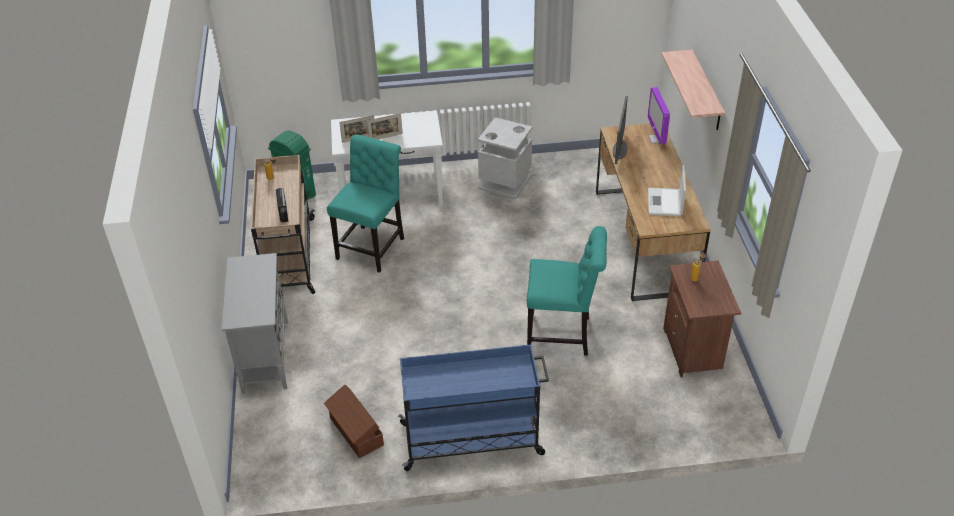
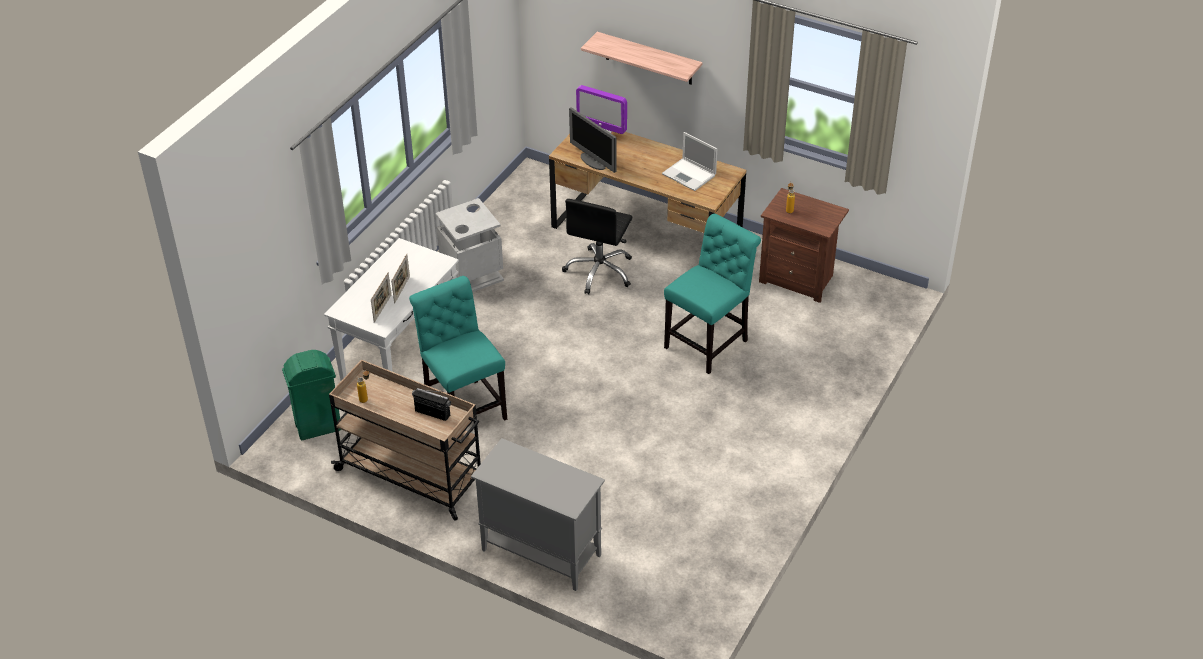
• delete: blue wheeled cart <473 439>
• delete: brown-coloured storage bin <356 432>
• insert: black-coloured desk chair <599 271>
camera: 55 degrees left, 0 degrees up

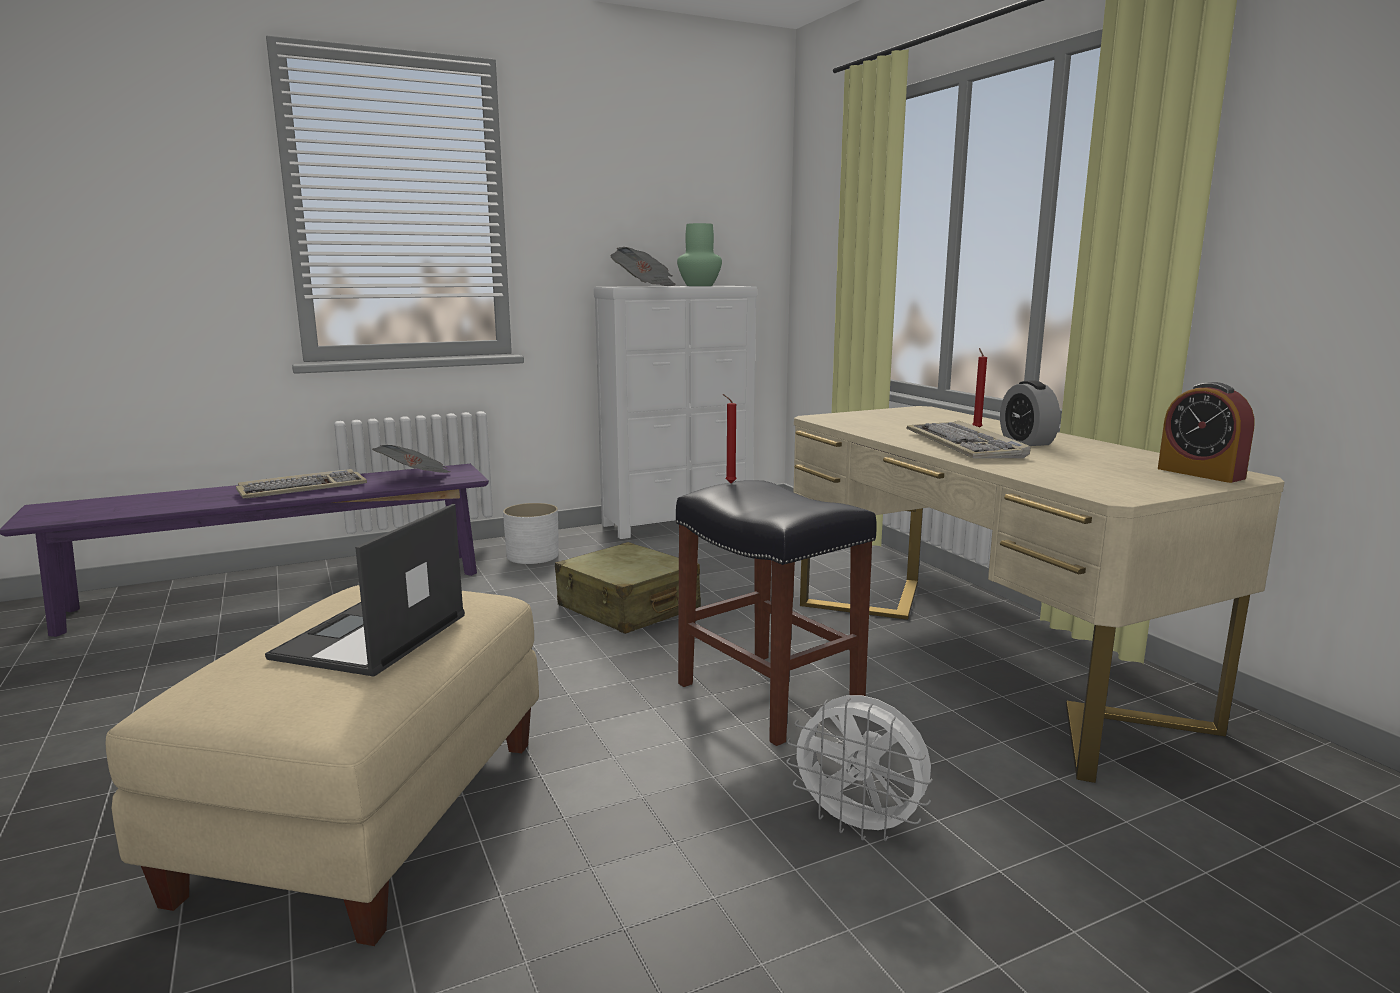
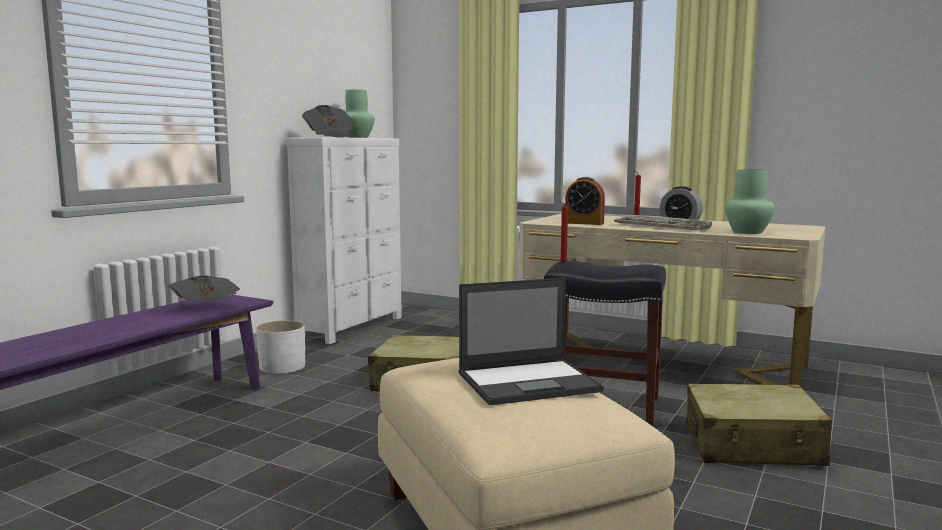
• move: bedside clock <1200 473> to <584 223>
• delete: keyboard <303 488>
• rotate: notebook computer <370 637> = <530 382> 90 degrees counterclockwise
• replace: white-coloured fan <859 826> to beige-coloured piece of luggage <752 445>
• insert: green-coloured flower vase <747 232>
camera: 35 degrees left, 5 degrees down

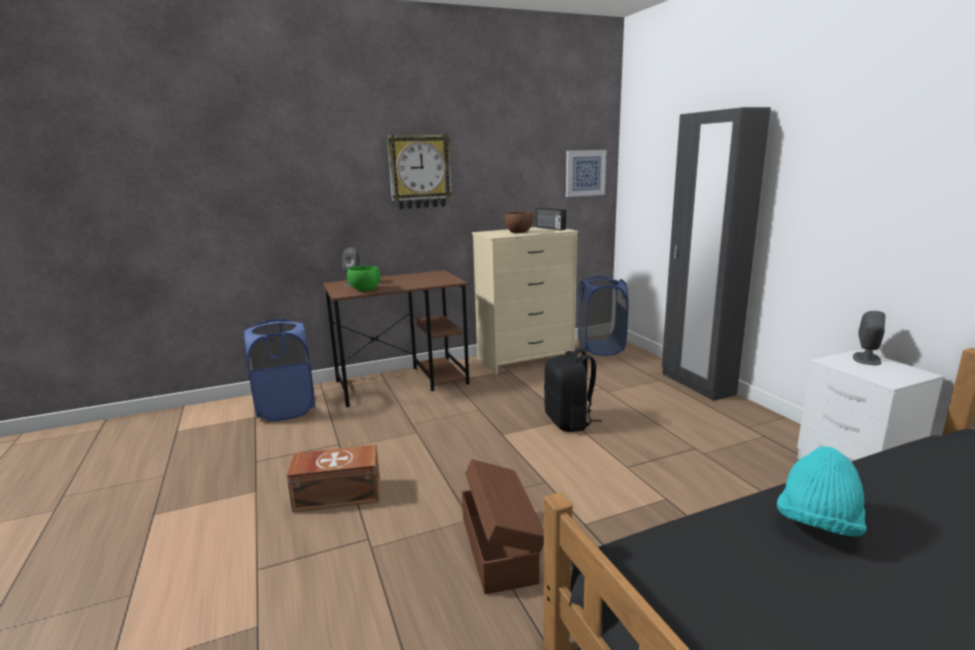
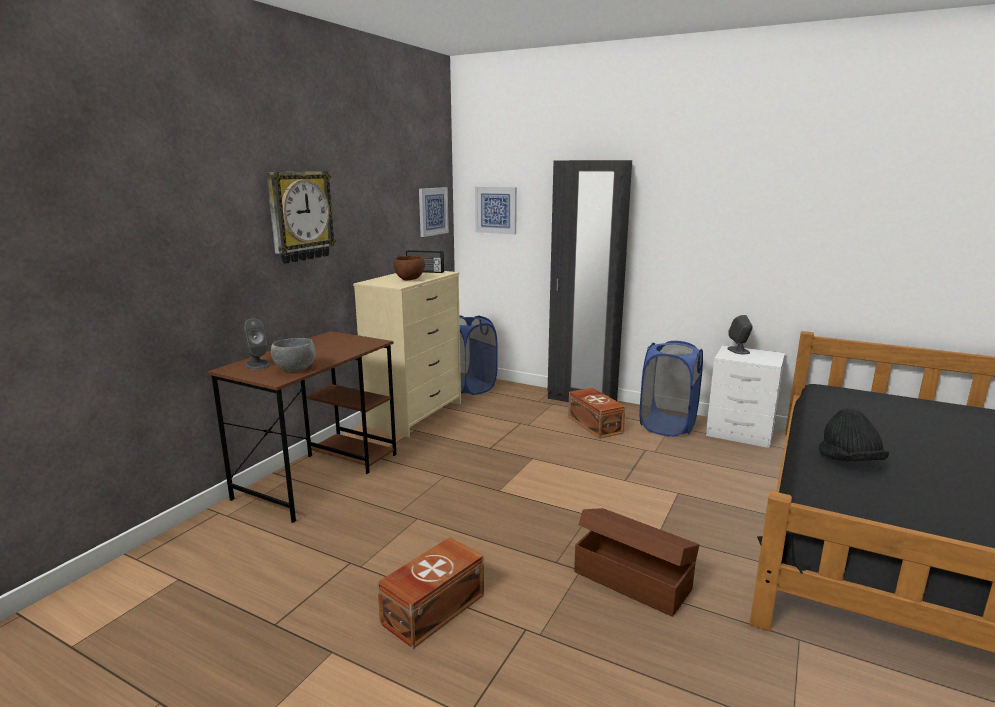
• recolor: green-coloured serving bowl <365 290> to gray serving bowl <295 370>
• move: blue laundry basket <286 409> to <667 425>
• delete: black-coloured rucksack <569 422>
• recolor: turquoise-coloured clothing hat <817 524> to black-coloured clothing hat <849 461>
• insert: wall art <496 210>
• insert: brown-coloured storage bin <595 424>
camera: 40 degrees left, 0 degrees up

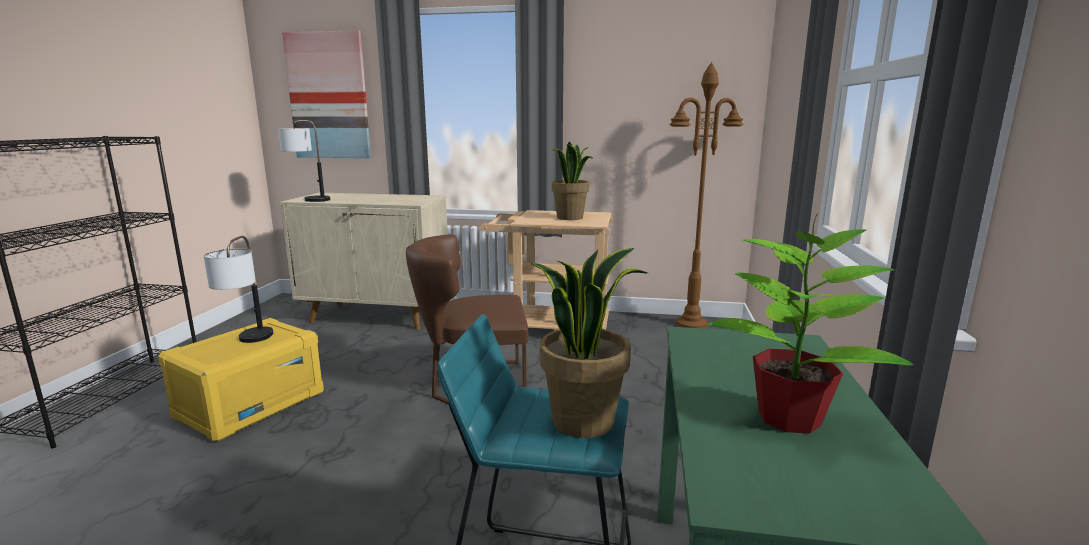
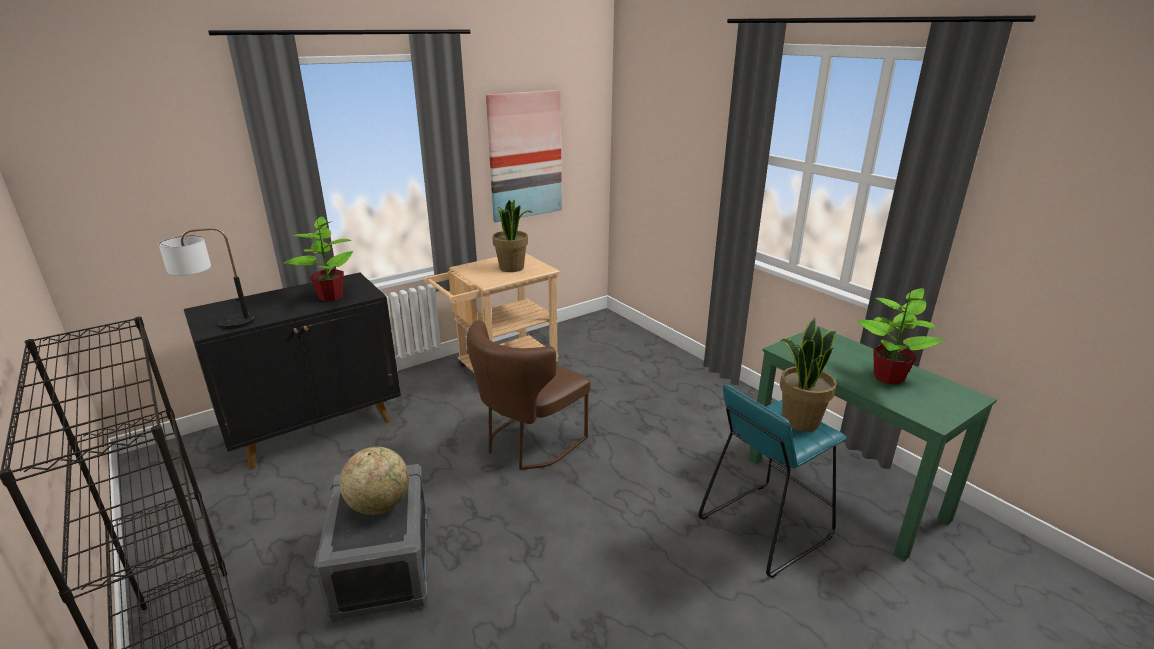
• move: wall art <329 96> to <525 156>
• delete: brown-coloured standard lamp <691 324>
• recolor: beige-coloured cupboard <377 316> to black-coloured cupboard <316 427>
• replace: table lamp <248 342> to world globe <379 505>
• recolor: yellowish storage bin <251 404> to gray storage bin <382 564>
• insert: plant in a pot <331 296>
camera: 45 degrees left, 10 degrees up

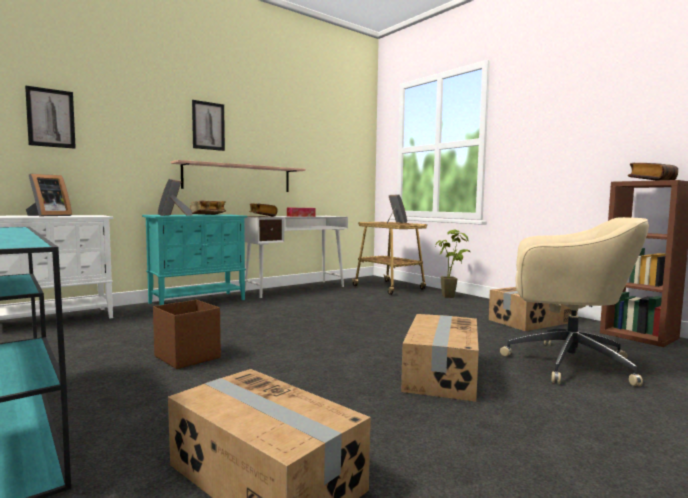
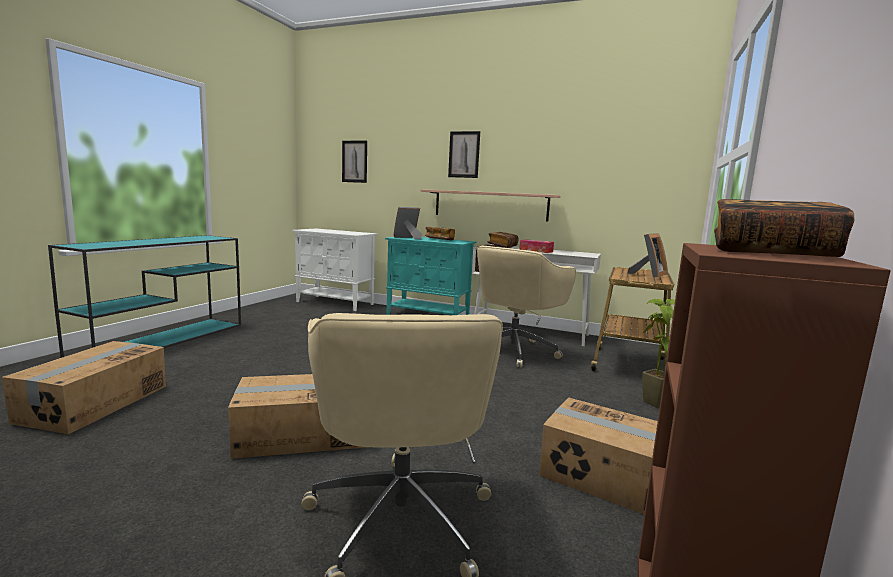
• delete: photo frame <48 215>
• delete: brown-coloured storage bin <187 357>
• insert: beige-coloured desk chair <514 350>
camera: 60 degrees right, 5 degrees up

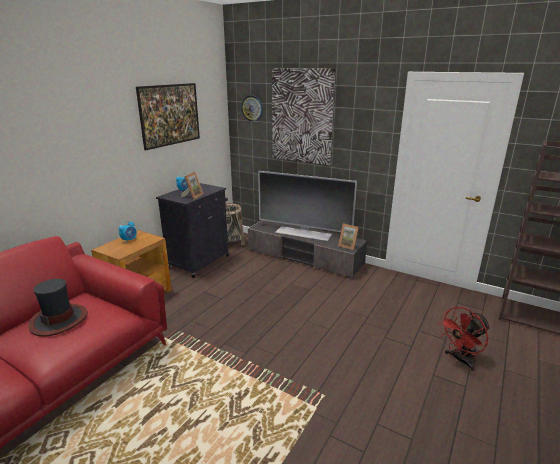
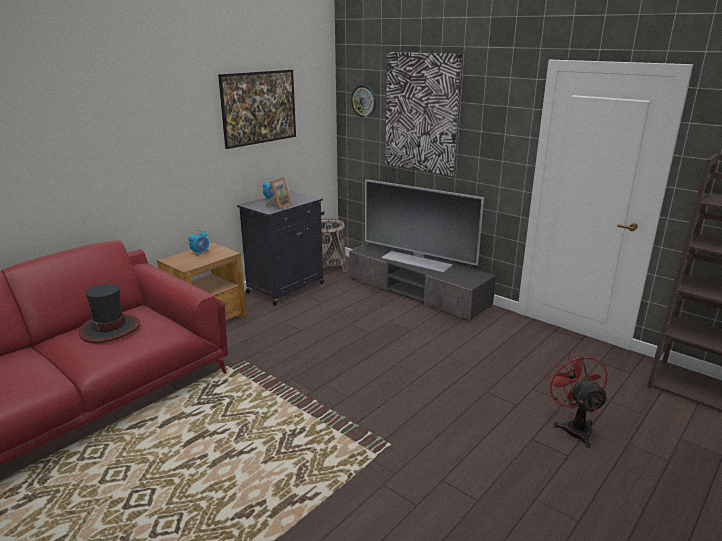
• delete: photo frame <348 246>
• rotate: red fan <460 360> = <574 427> 105 degrees clockwise
camera: 10 degrees right, 0 degrees up

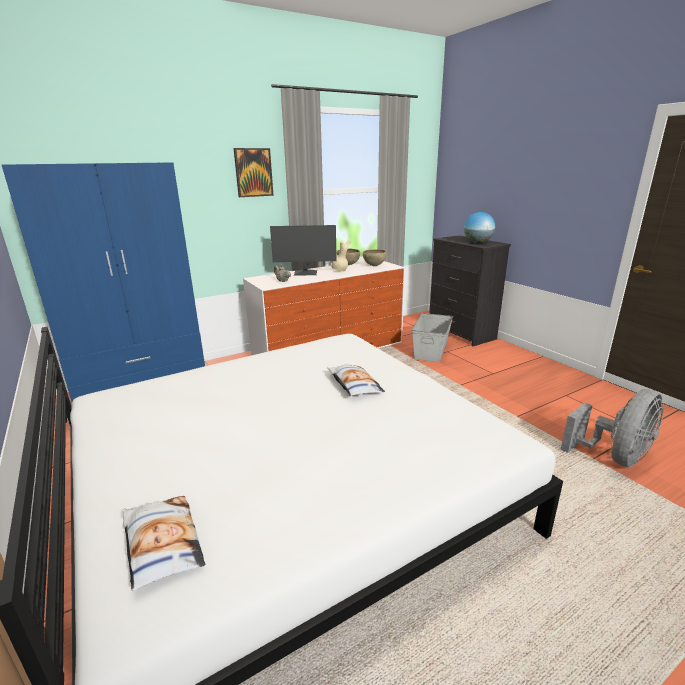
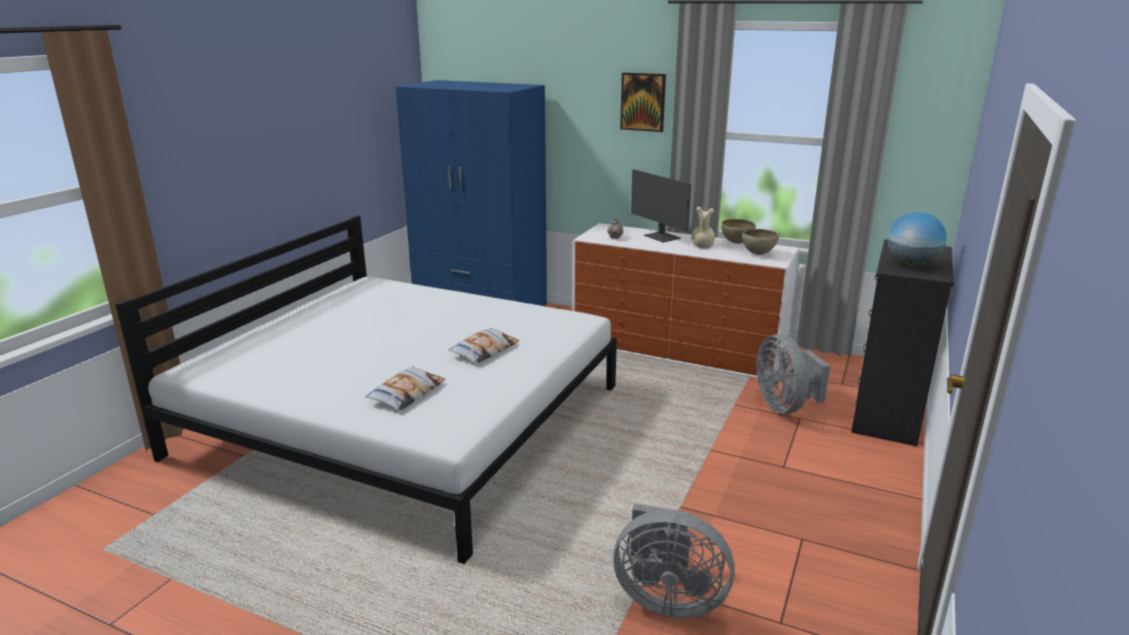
• replace: gray storage bin <431 350> to gray fan <784 406>
• move: throw pillow <161 544> to <406 393>
camera: 55 degrees right, 0 degrees up

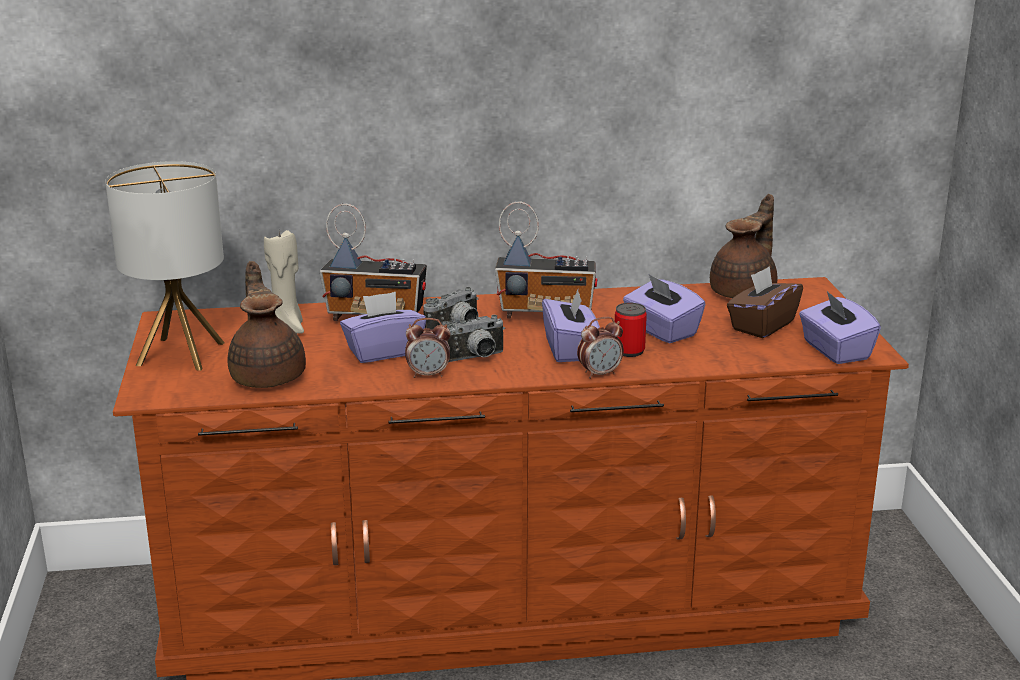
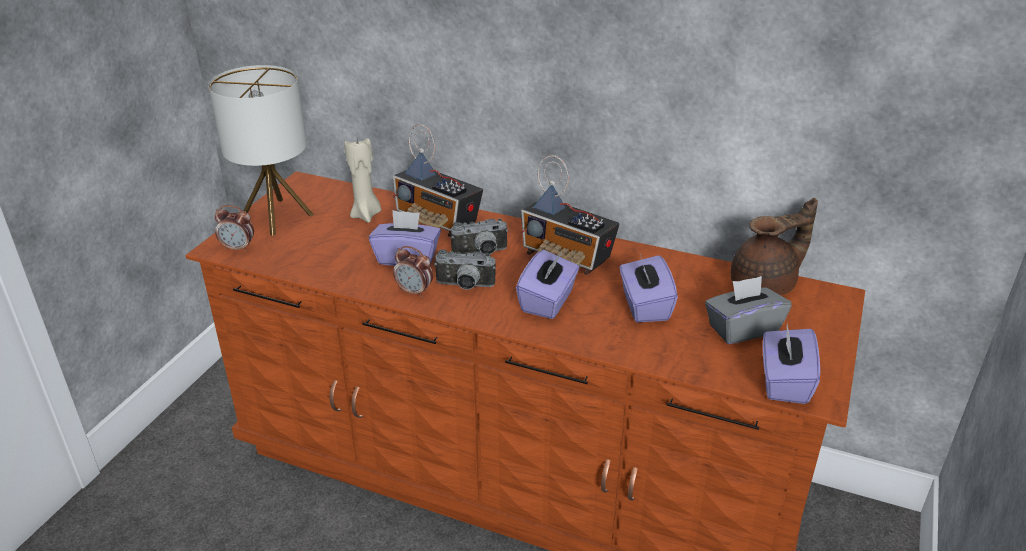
• delete: brown-coloured teapot <268 375>
• recolor: brown-coloured tissue holder <762 325> to gray tissue holder <742 329>
• delete: sealed can <629 351>
• move: bedside clock <600 374> to <238 248>
camera: 30 degrees right, 10 degrees up

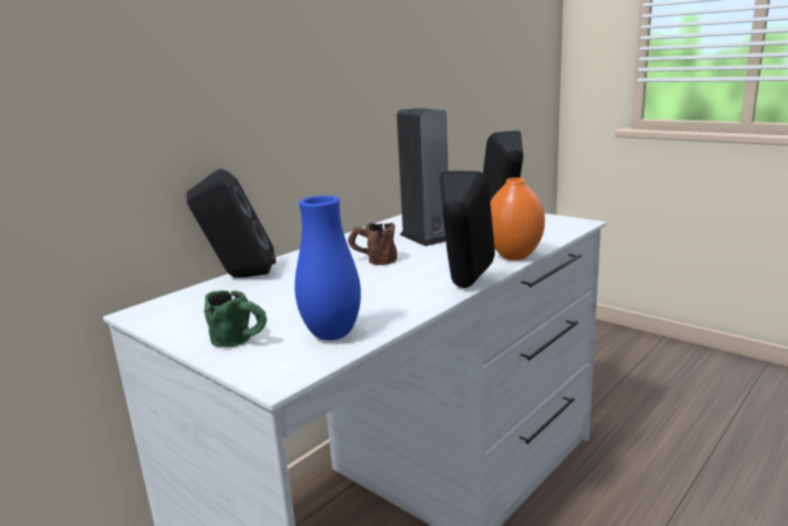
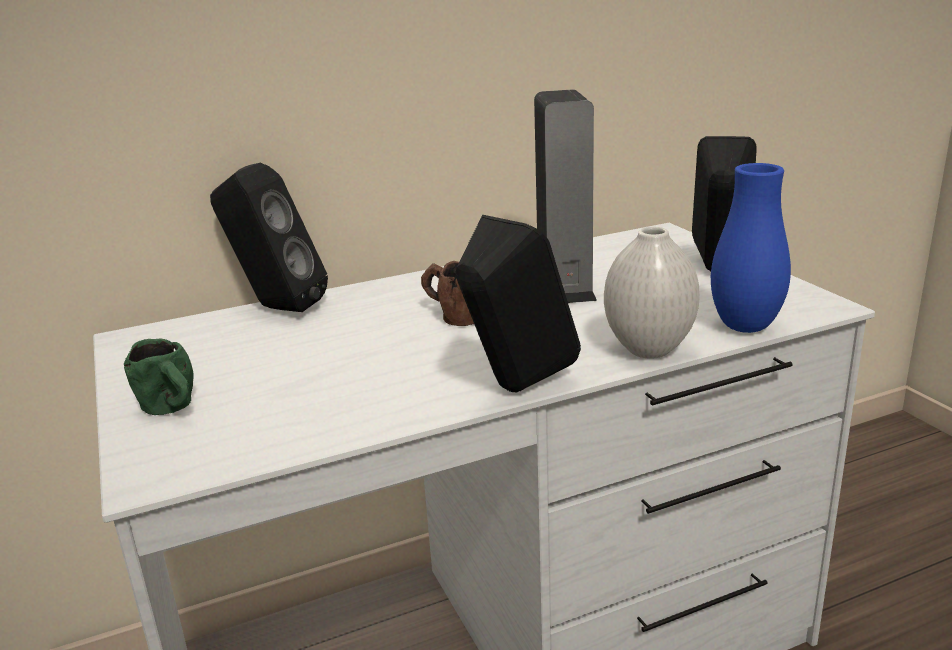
• recolor: orangey flower vase <515 256> to white-coloured flower vase <650 350>
• move: blue flower vase <332 335> to <745 327>
camera: 25 degrees right, 5 degrees up

